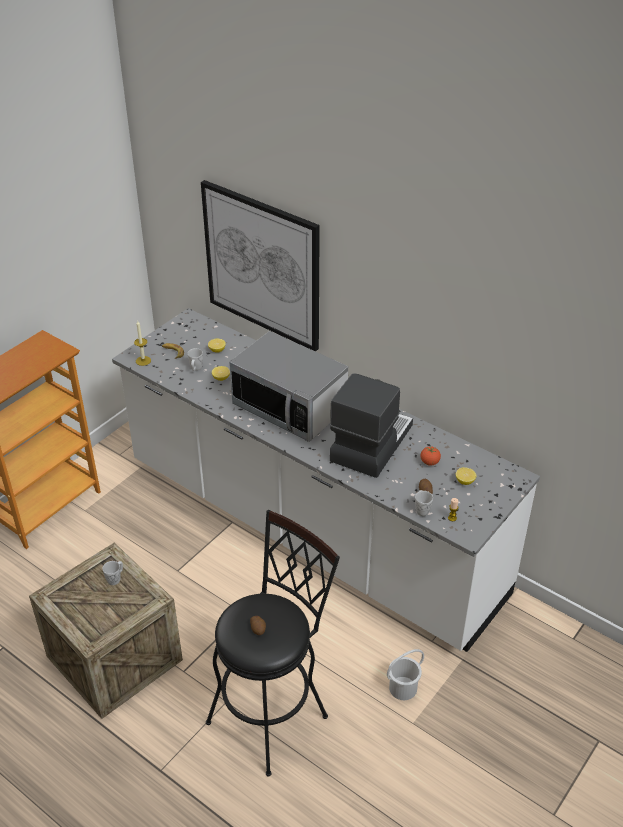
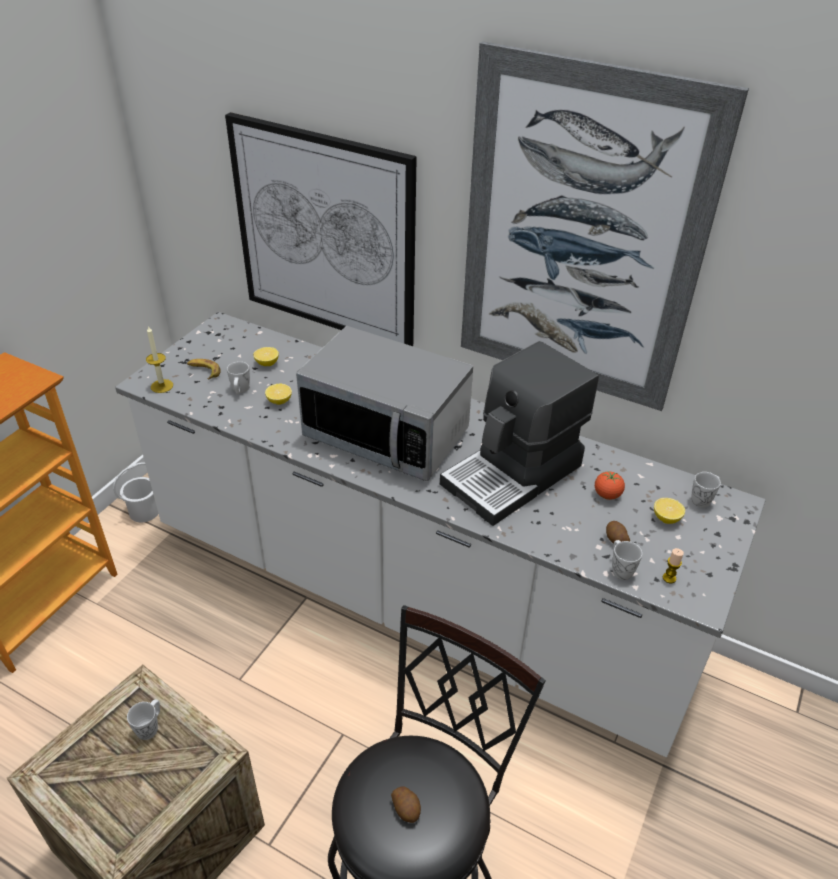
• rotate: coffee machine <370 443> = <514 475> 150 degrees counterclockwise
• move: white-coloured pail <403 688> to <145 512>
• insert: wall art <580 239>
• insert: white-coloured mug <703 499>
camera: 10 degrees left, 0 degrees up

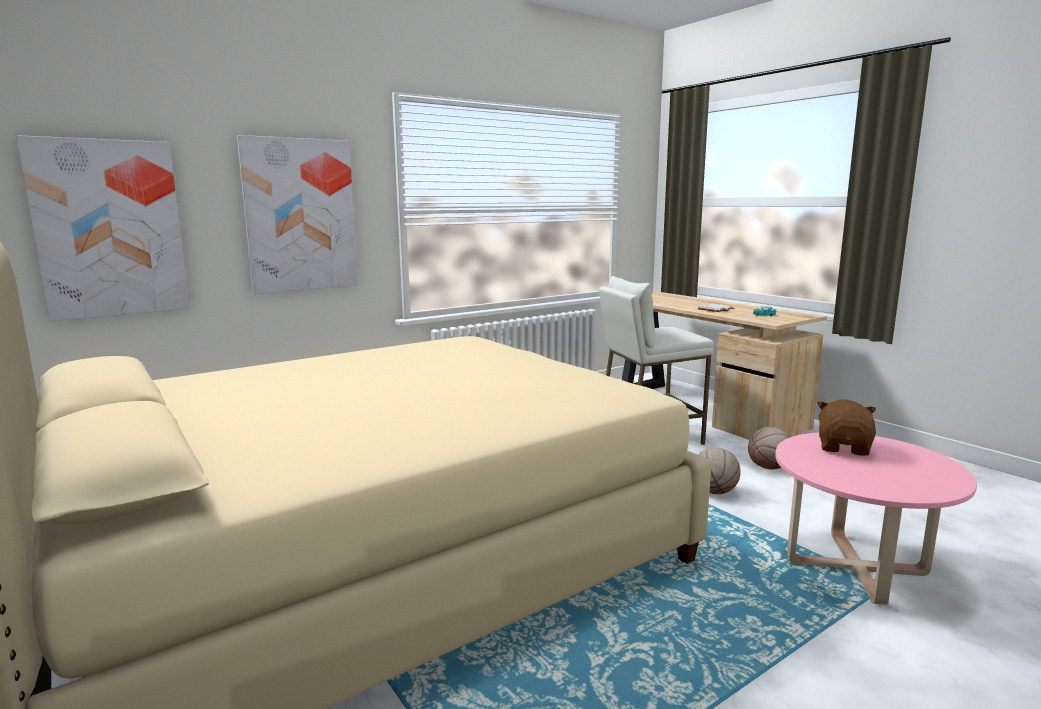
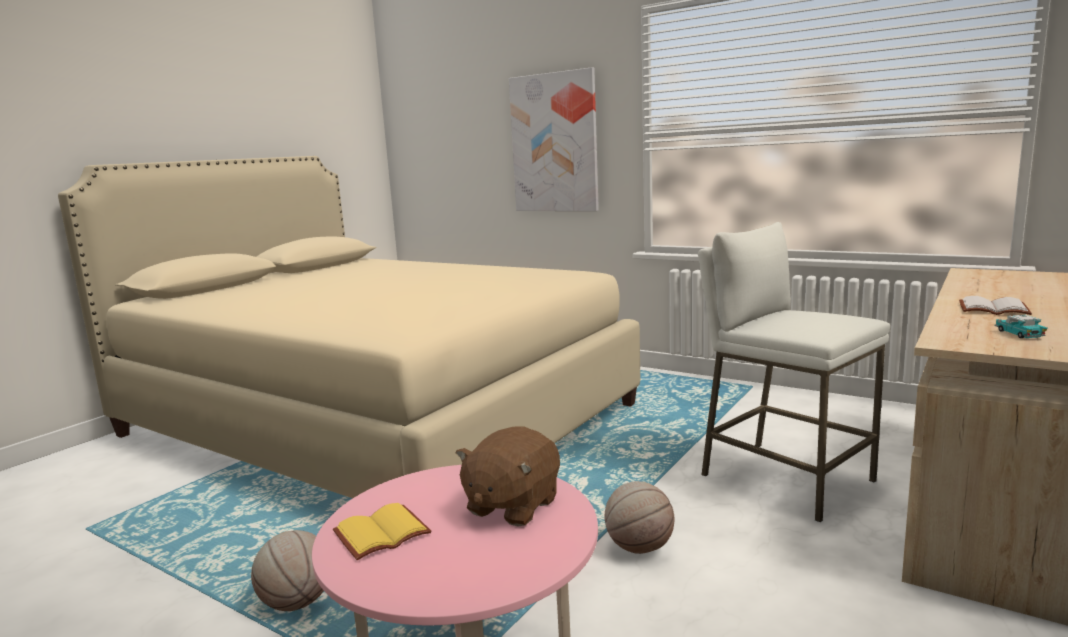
• delete: wall art <110 229>
• rotate: brown-coloured cuddly toy <844 447> = <511 505> 120 degrees clockwise
• move: basketball <768 468> to <296 603>
• insert: yellowish volume <381 535>
camera: 70 degrees right, 0 degrees up

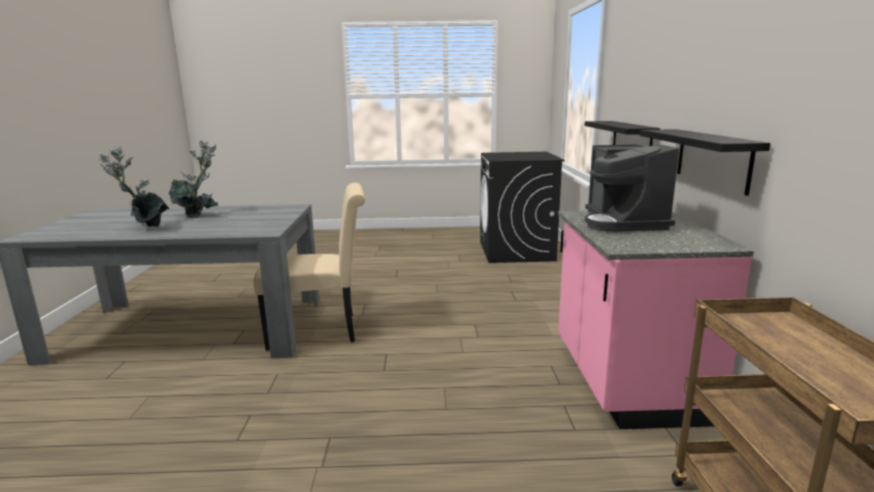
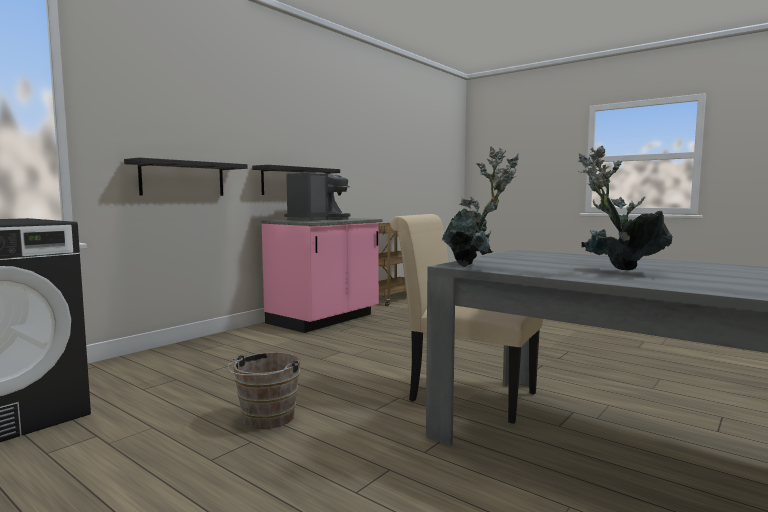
• move: plant in a pot <144 228> to <475 266>
• insert: brown-coloured pail <266 419>
camera: 140 degrees left, 10 degrees down

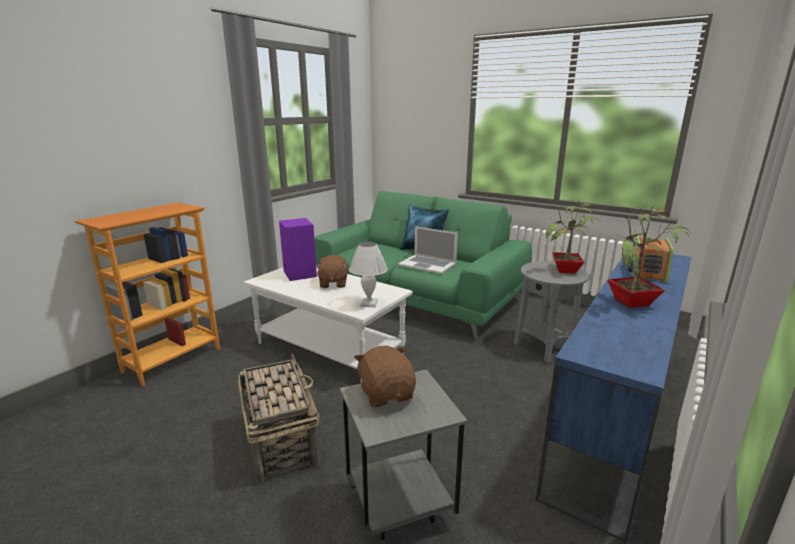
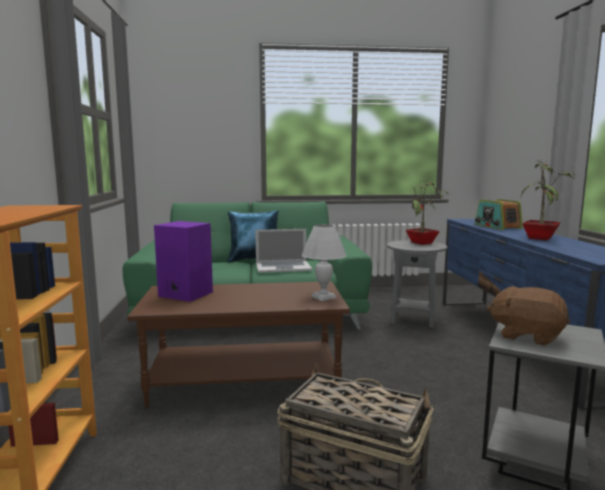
• delete: brown-coloured cuddly toy <332 283>
• recolor: white-coloured coffee table <330 349> to brown-coloured coffee table <245 380>
camera: 40 degrees left, 10 degrees down

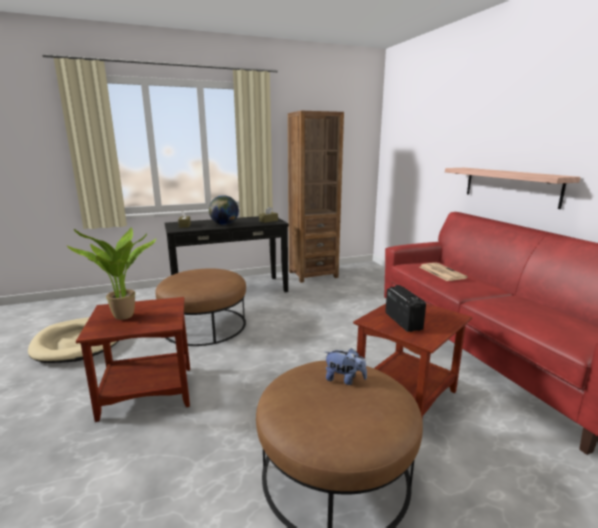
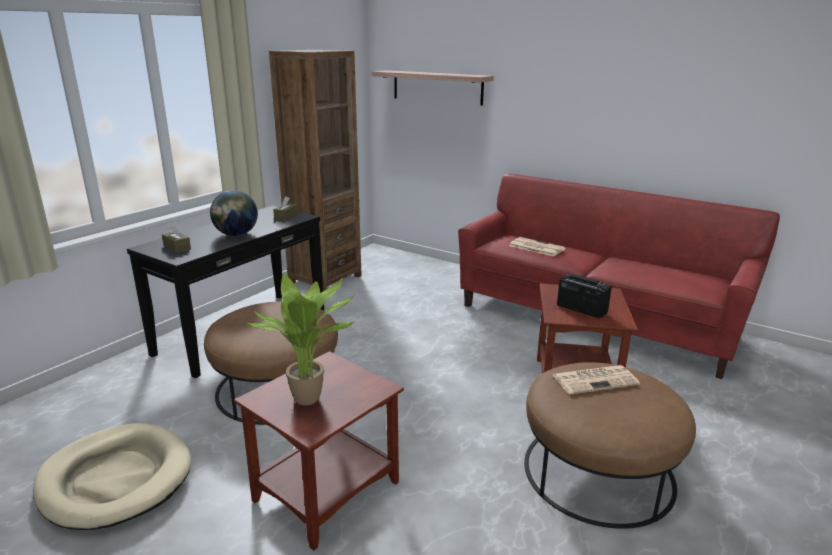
• move: shelf <510 186> to <437 87>
• replace: cuddly toy <344 379> to printed paper <595 380>
camera: 35 degrees left, 5 degrees up

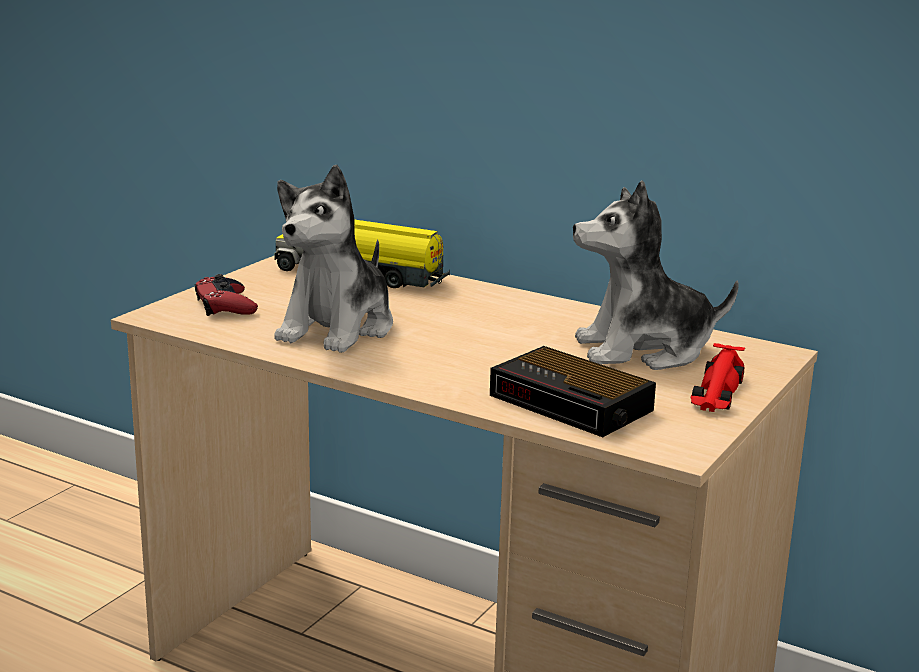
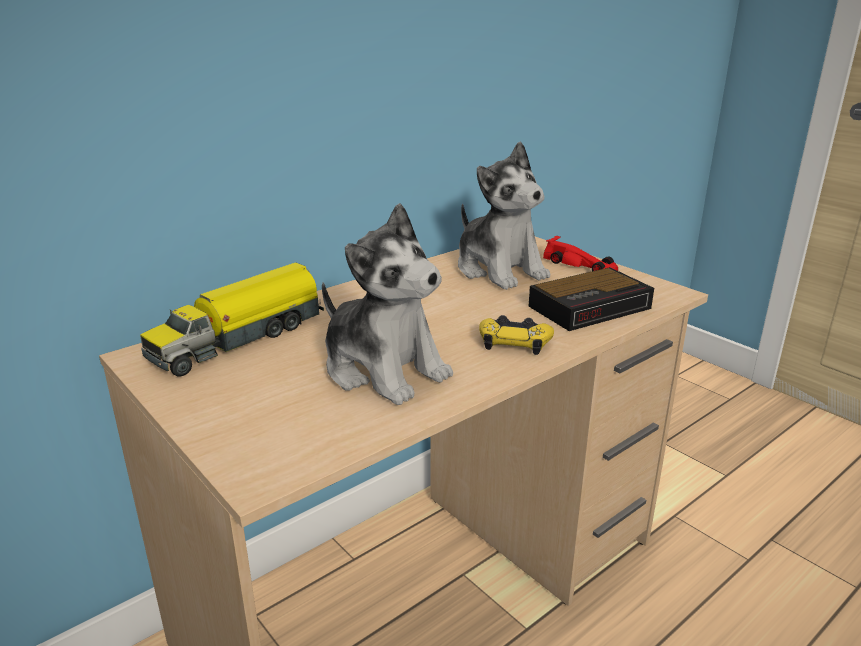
• rotate: cuddly toy <643 350> = <499 270> 45 degrees counterclockwise
• delete: red gamepad <225 305>
• insert: yellowish gamepad <514 341>
camera: 70 degrees left, 5 degrees up

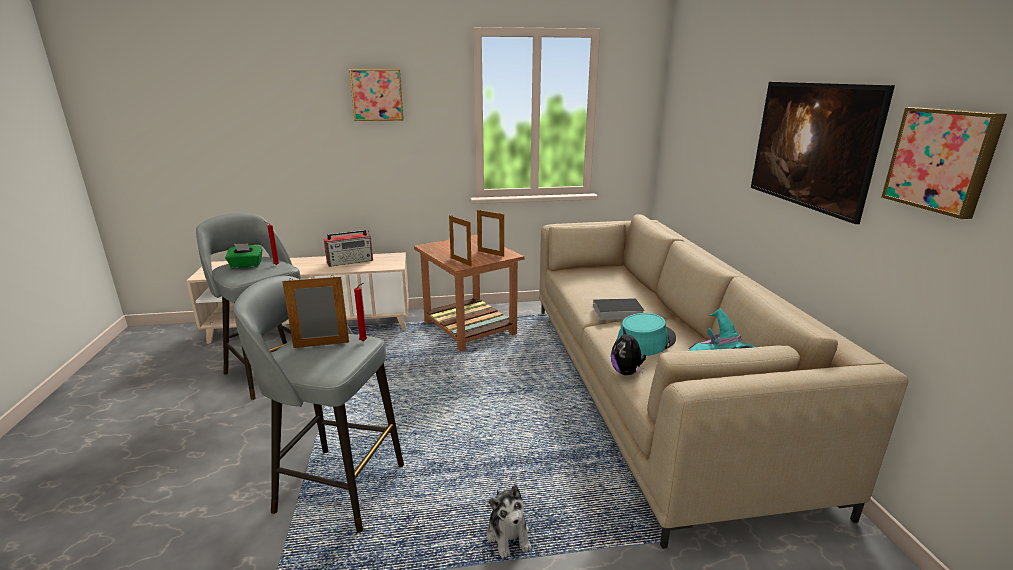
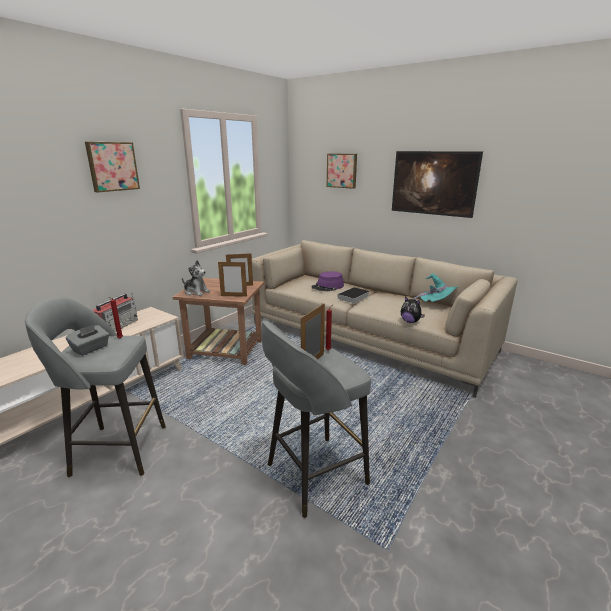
• move: wall art <942 160> to <342 170>
• recolor: green-coloured tissue holder <246 265> to gray tissue holder <91 349>
• delete: turquoise-coloured clothing hat <645 341>
• move: cuddly toy <508 535> to <196 292>
• insert: purple-coloured clothing hat <328 287>
camera: 45 degrees left, 0 degrees up

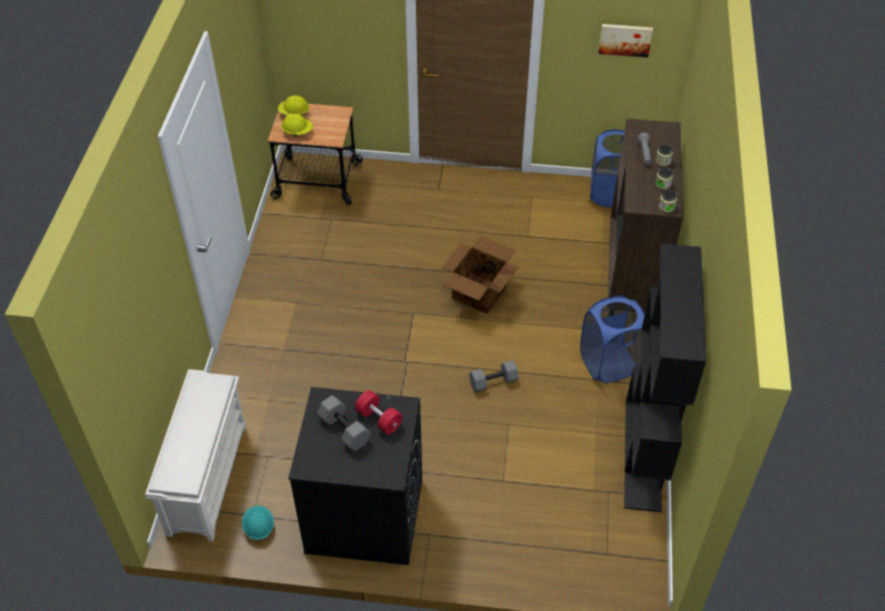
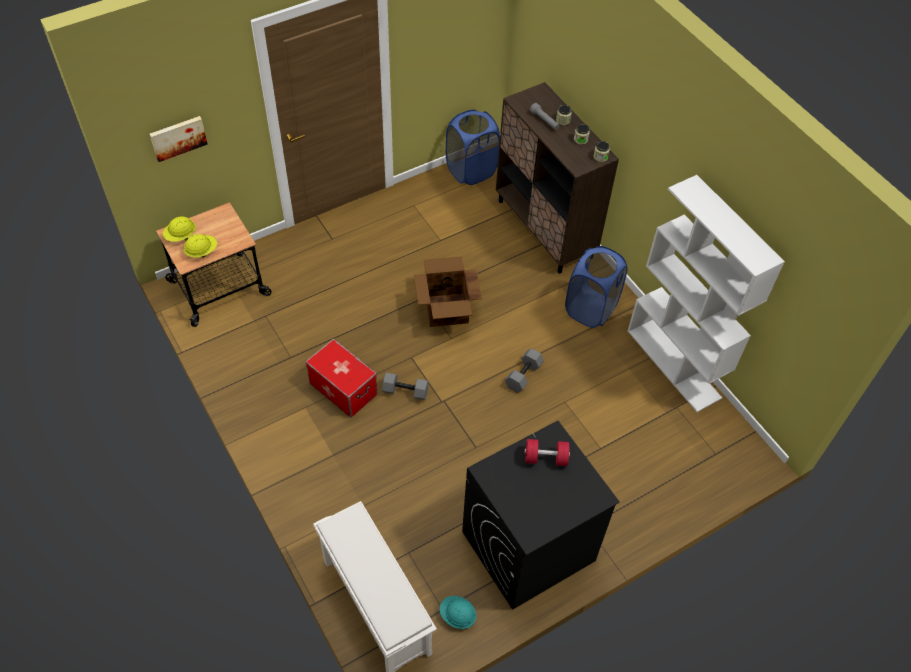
• move: wall art <625 39> to <178 137>
• recolor: black-coloured bookshelf <643 455> to white-coloured bookshelf <674 364>
• move: gray free weight <343 430> to <405 392>
• insert: storage bin <343 389>
camera: 40 degrees left, 5 degrees up

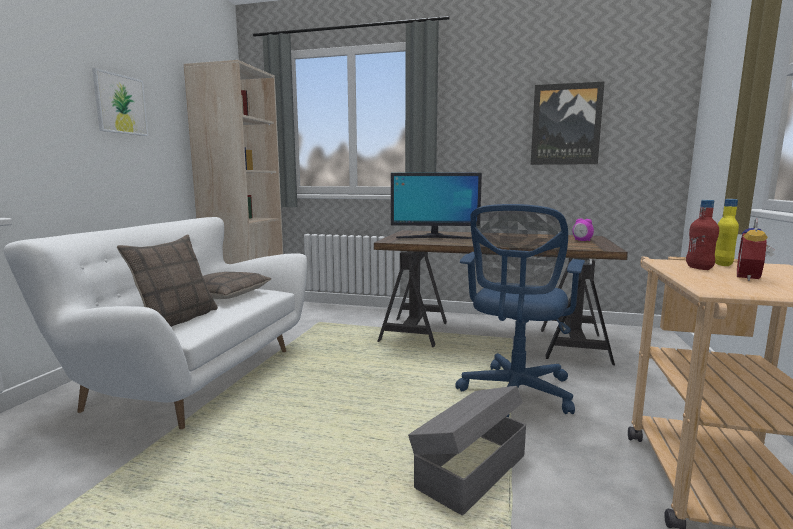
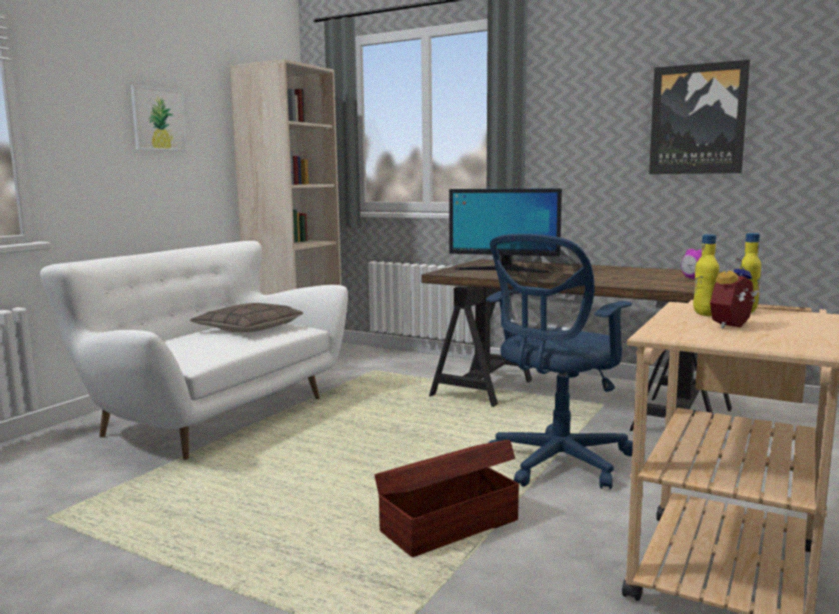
• recolor: red beverage bottle <699 268> to yellowish beverage bottle <704 314>
• delete: throw pillow <176 320>
• recolor: gray storage bin <469 471> to brown-coloured storage bin <447 525>
camera: 15 degrees right, 0 degrees up

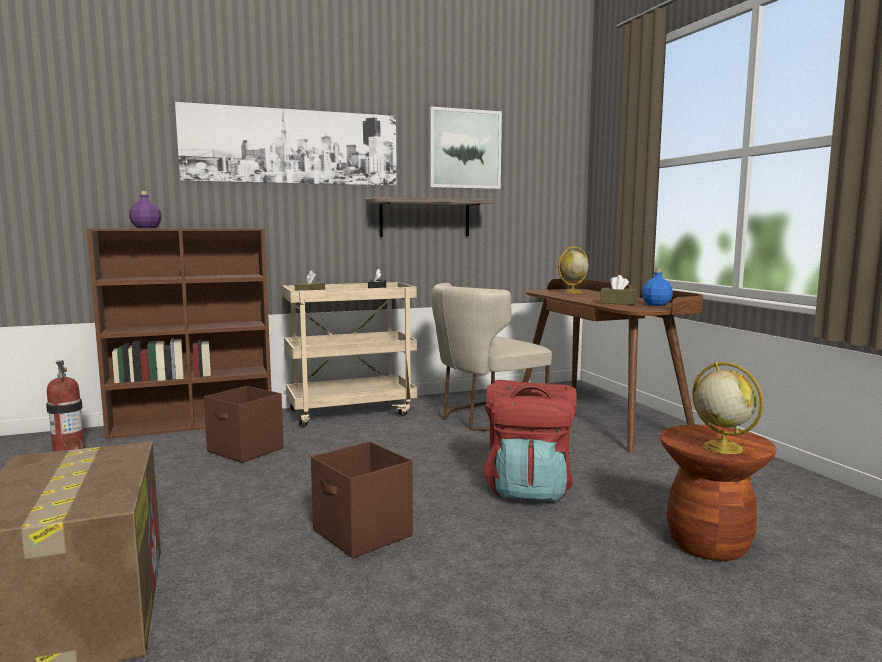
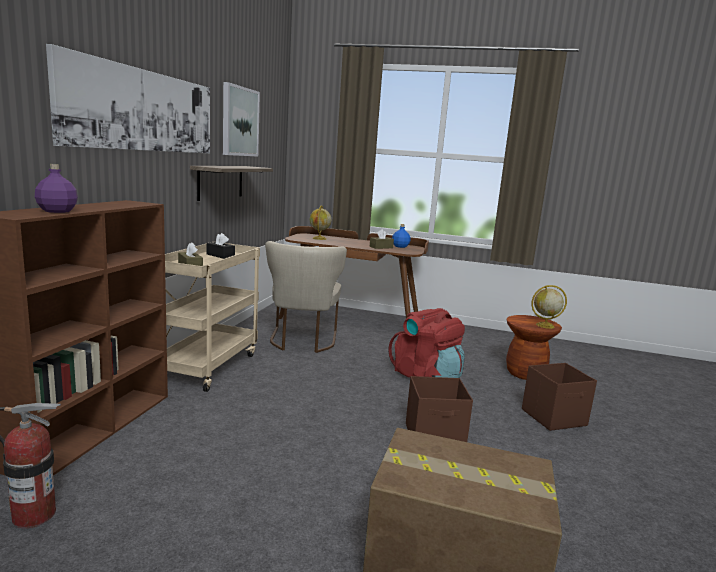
• move: brown-coloured storage bin <245 450> to <554 417>
camera: 55 degrees left, 5 degrees up

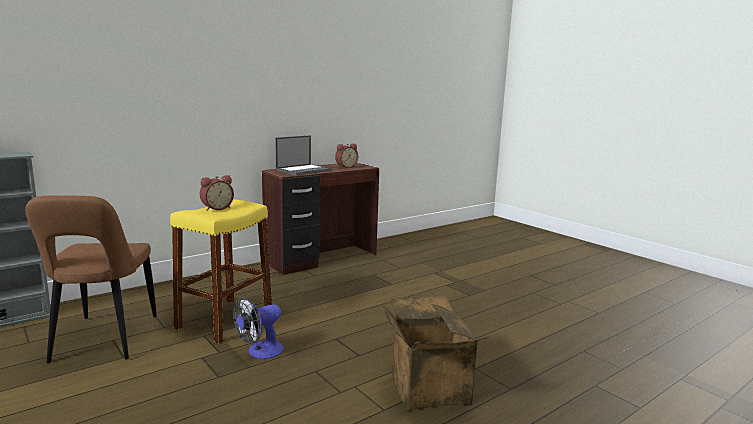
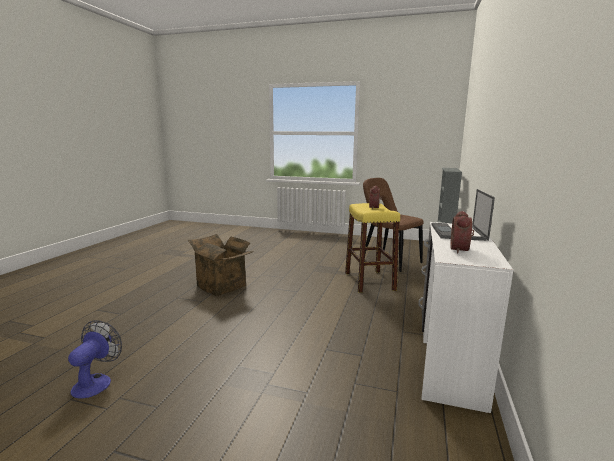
• recolor: brown-coloured desk unit <322 259> to white-coloured desk unit <447 357>
• move: fan <260 352> to <96 381>
camera: 145 degrees right, 0 degrees up

